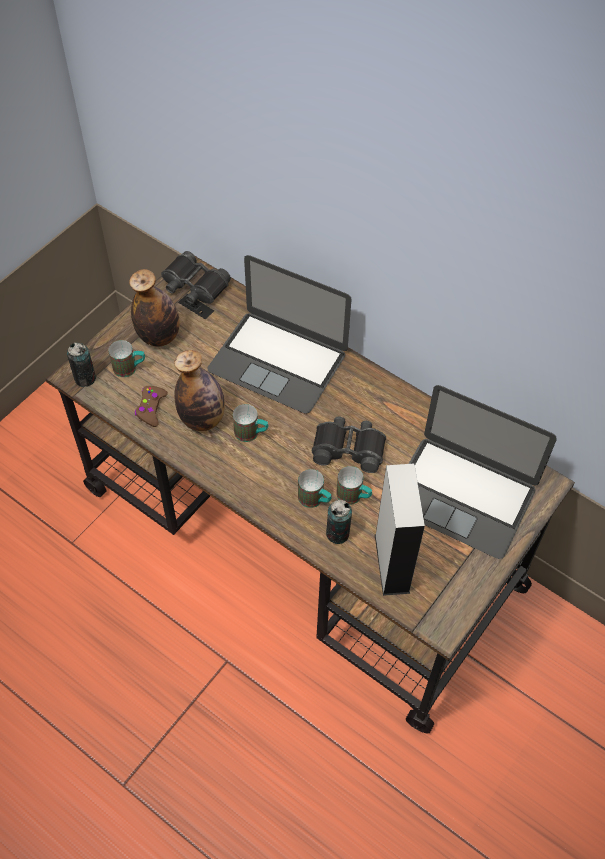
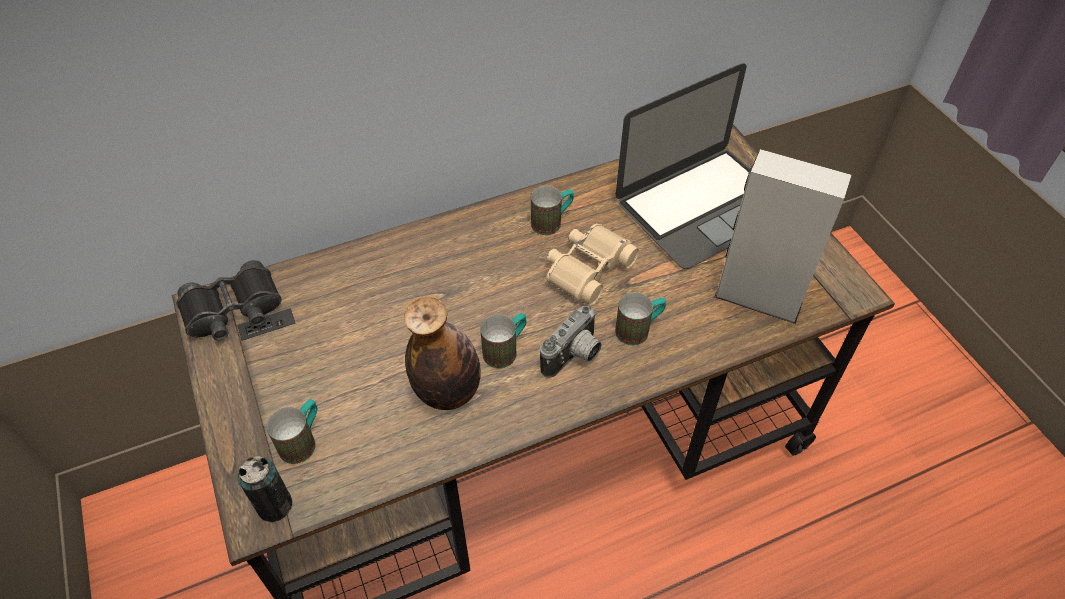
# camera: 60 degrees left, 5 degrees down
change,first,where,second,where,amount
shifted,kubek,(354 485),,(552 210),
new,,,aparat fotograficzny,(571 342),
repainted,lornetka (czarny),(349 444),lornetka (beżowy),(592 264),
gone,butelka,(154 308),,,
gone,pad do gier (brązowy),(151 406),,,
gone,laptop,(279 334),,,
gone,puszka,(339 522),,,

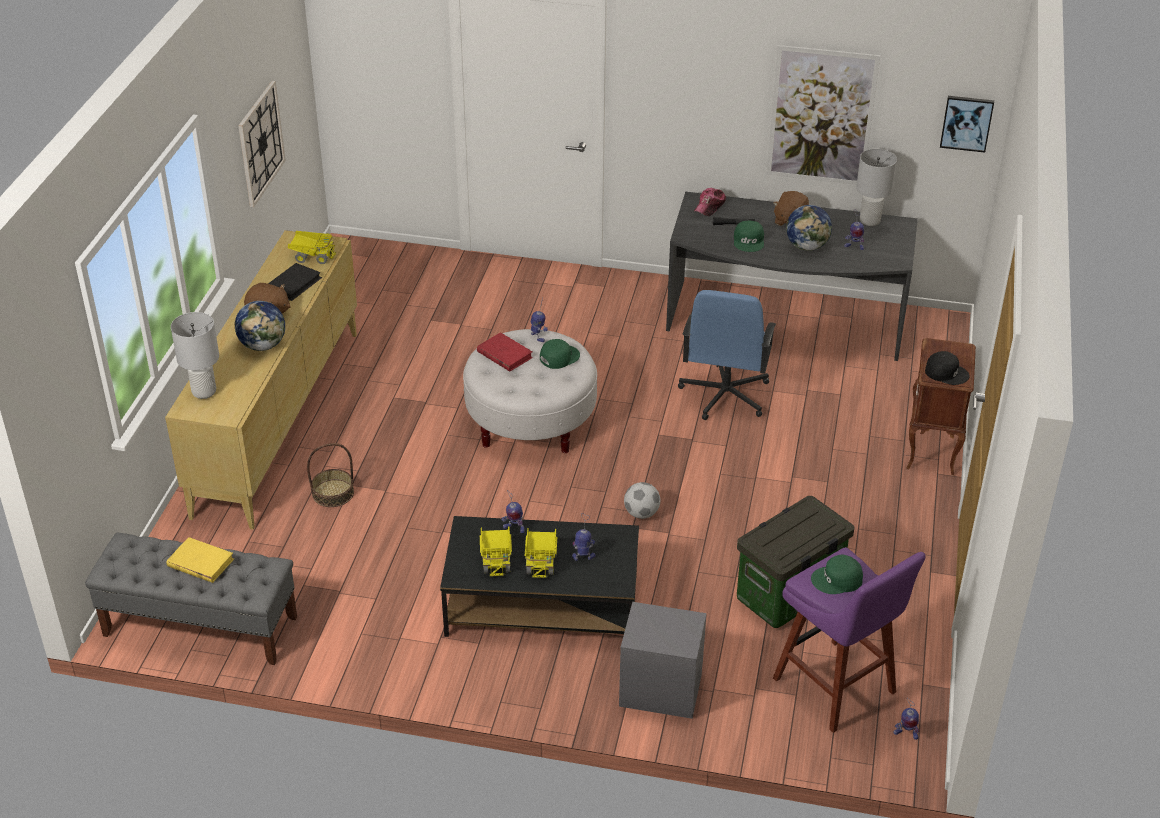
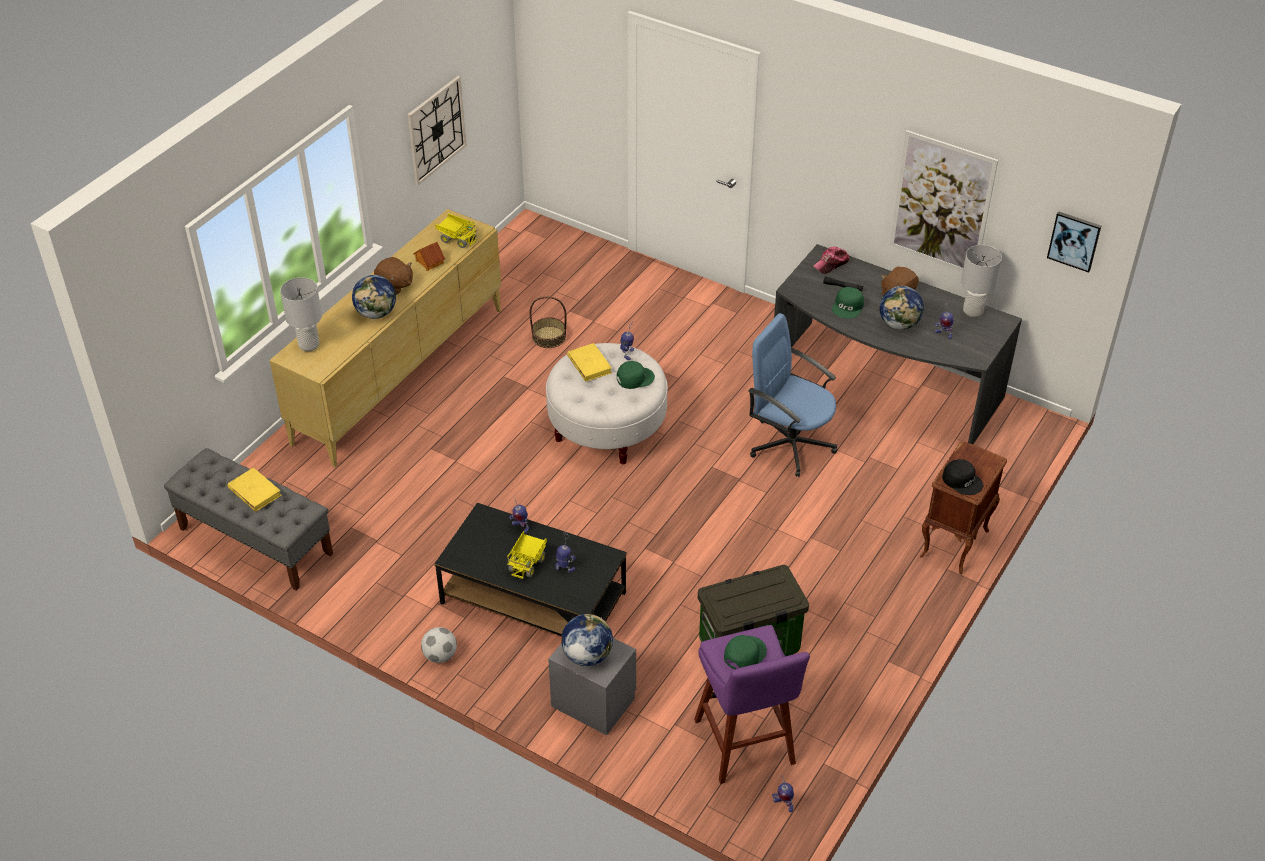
# camera: 20 degrees right, 5 degrees up
change,first,where,second,where,amount
swapped,książka (czarny),(295 282),domek,(429 256),
shifted,piłka futbolowa,(642 500),,(439 645),
shifted,koszyk,(330 475),,(548 322),
new,,,globus,(587 640),
repainted,książka (czerwony),(505 351),książka (żółty),(589 362),
rotated,czapka z daszkiem (zielony),(837 574),,(745 652),120 degrees clockwise
rotated,krzesło biurowe (niebieski),(727 355),,(793 395),90 degrees clockwise
gone,ciężarówka zabawkowa,(496 551),,,

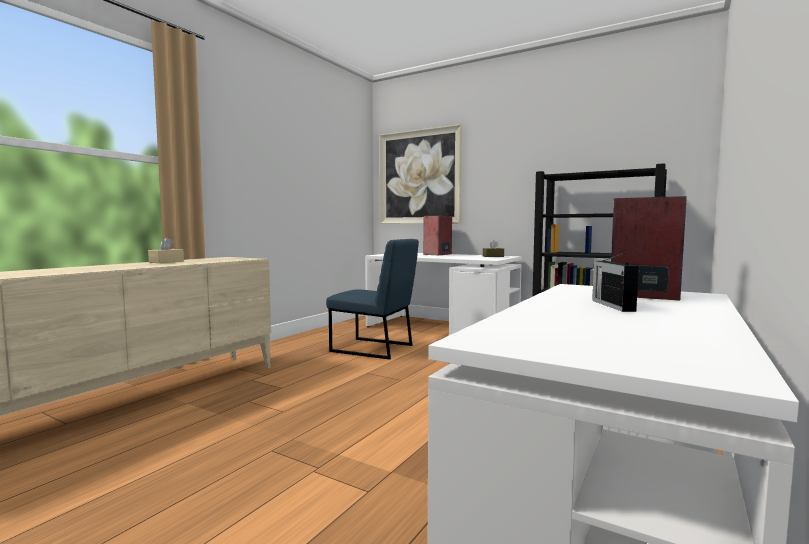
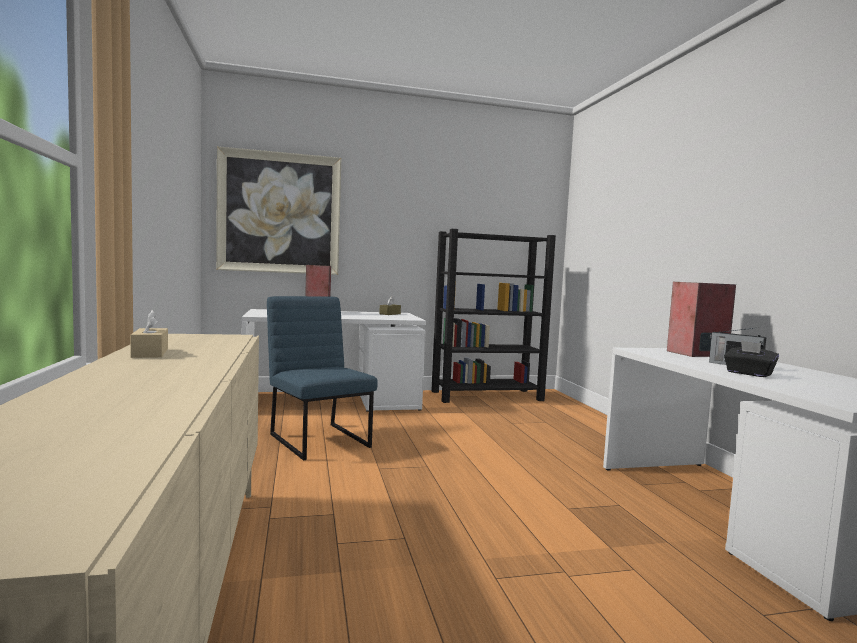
# camera: 45 degrees left, 0 degrees up
change,first,where,second,where,amount
rotated,krzesło (niebieski),(372 299),,(322 378),105 degrees counterclockwise
new,,,pudełko chusteczek (czarny),(751 358),

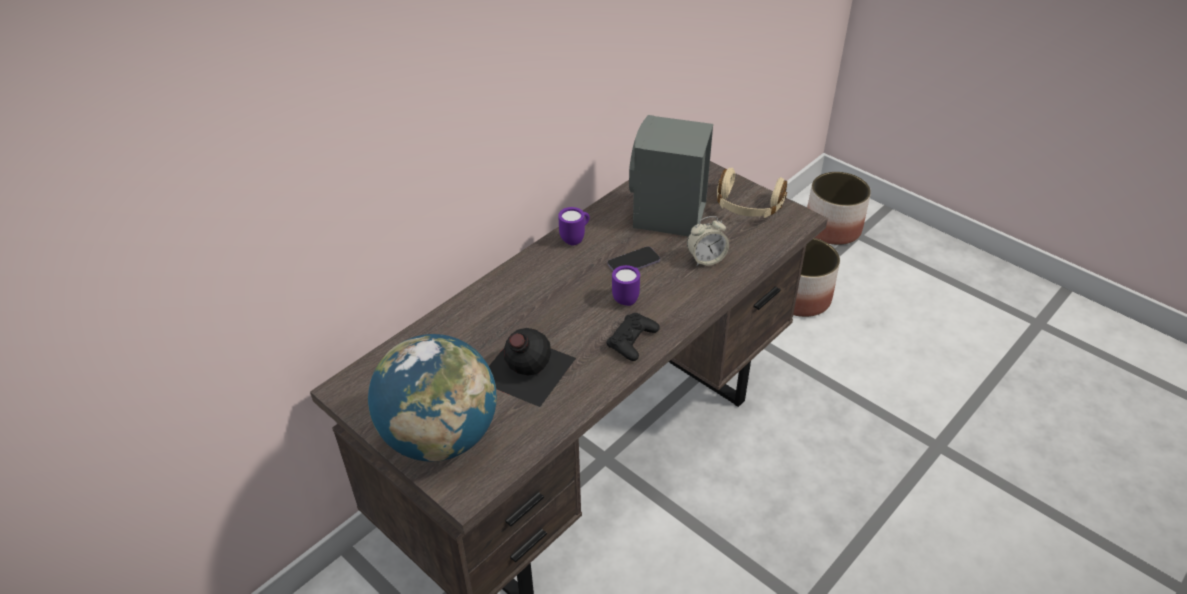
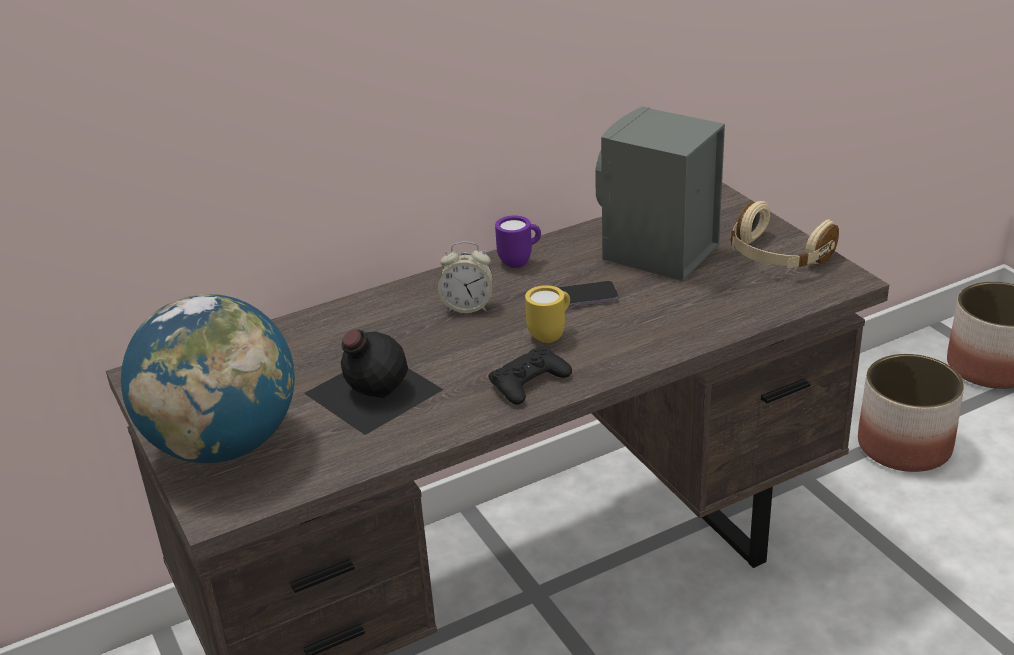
# camera: 20 degrees right, 10 degrees down
change,first,where,second,where,amount
shifted,budzik,(708 241),,(465 277),
repainted,kubek (fioletowy),(626 285),kubek (żółty),(547 314),

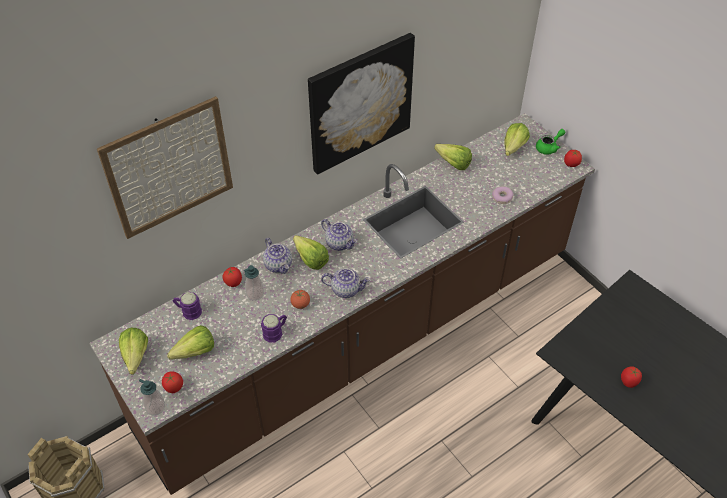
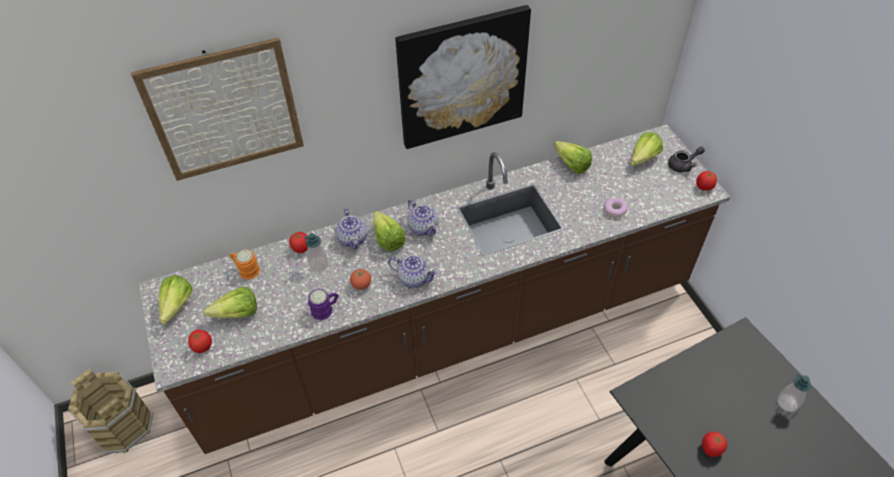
# camera: 15 degrees right, 0 degrees up
change,first,where,second,where,amount
repainted,kubek (fioletowy),(187 306),kubek (pomarańczowy),(245 264),
repainted,imbryk (zielony),(550 142),imbryk (szary),(686 159),
shifted,dozownik mydła,(152 397),,(794 392),

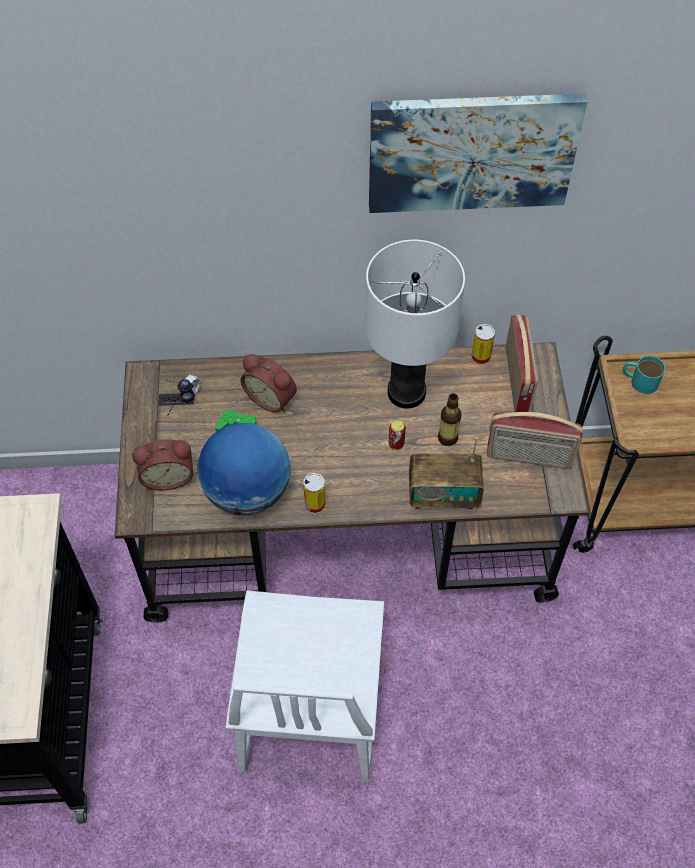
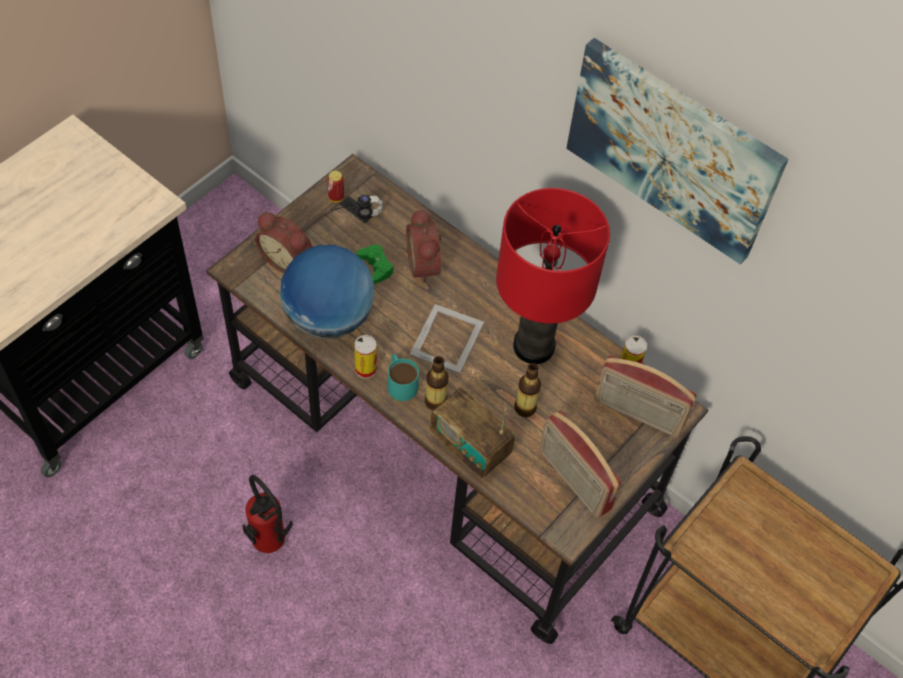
# camera: 40 degrees right, 0 degrees up
change,first,where,second,where,amount
swapped,krzesło (biały),(305 686),gaśnica,(267 514),
shifted,puszka,(397 435),,(335 186),
shifted,kubek (turkusowy),(644 375),,(403 377),
new,,,ramka na zdjęcie,(447 339),
new,,,butelka,(437 383),
repainted,lampa stołowa (biały),(415 324),lampa stołowa (czerwony),(553 276),
rotated,radio,(521 363),,(645 396),75 degrees clockwise

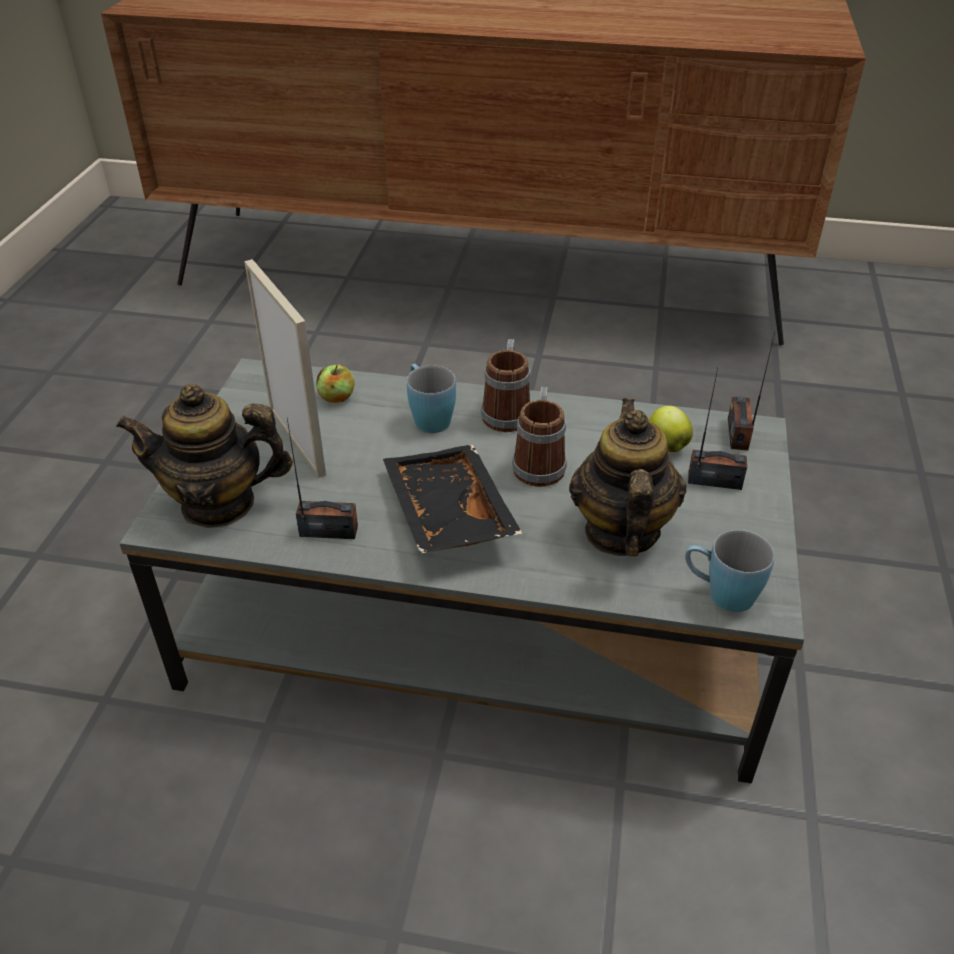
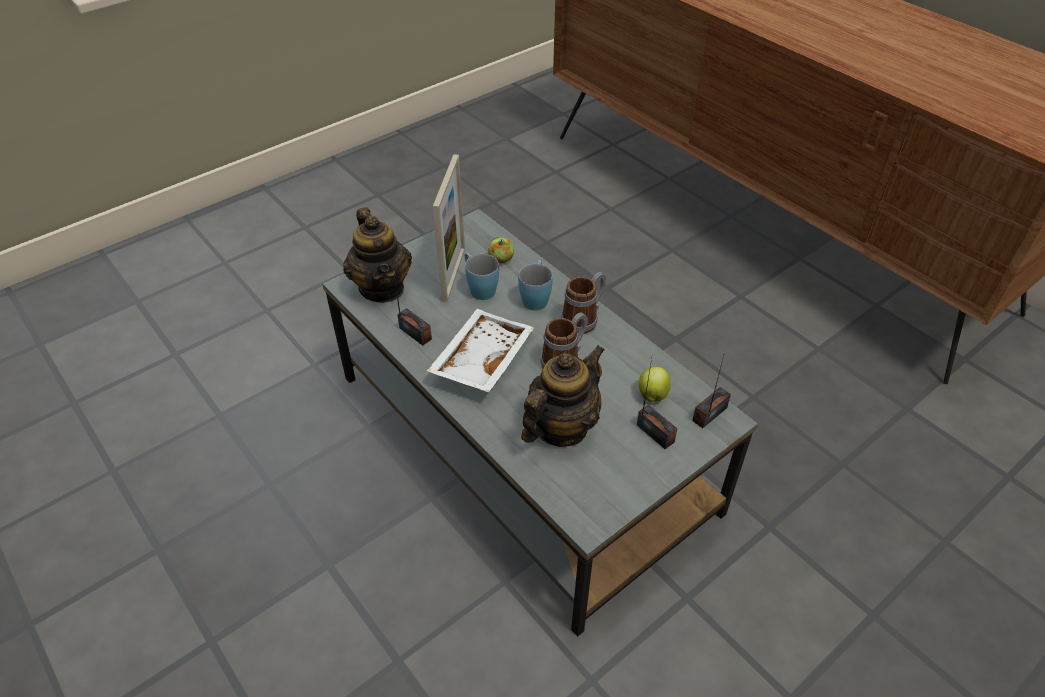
# camera: 40 degrees right, 5 degrees up
change,first,where,second,where,amount
rotated,imbryk,(204 456),,(377 255),150 degrees counterclockwise
repainted,taca (czarny),(453 499),taca (biały),(480 351),
shifted,kubek (niebieski),(729 571),,(482 276),

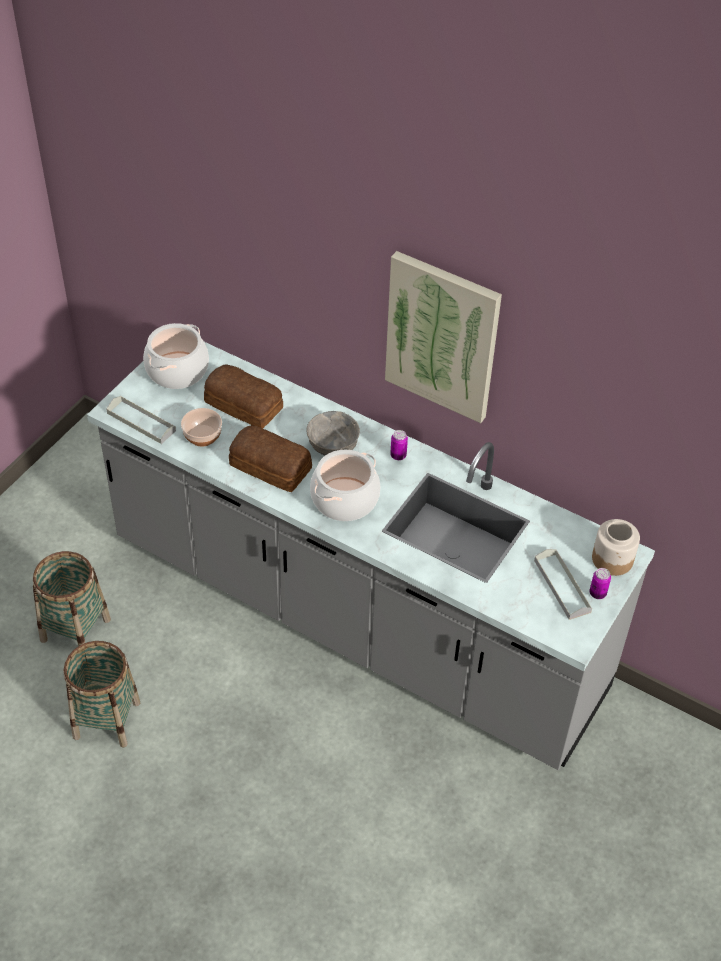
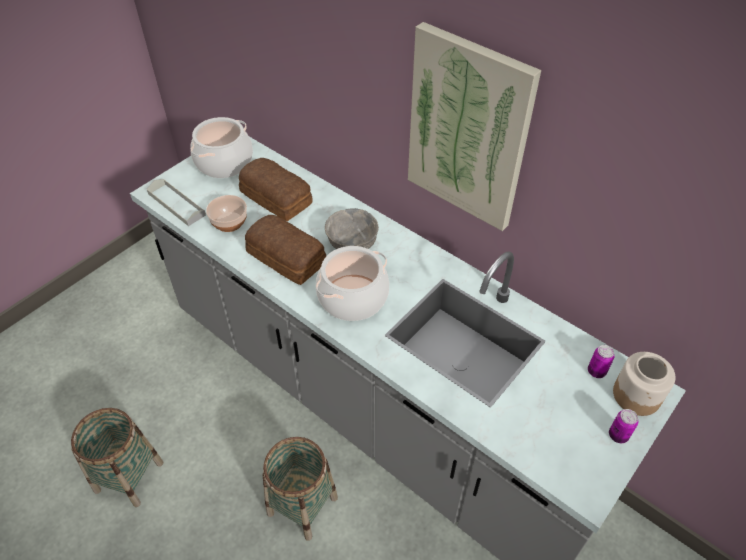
# camera: 10 degrees right, 0 degrees up
change,first,where,second,where,amount
shifted,koszyk,(72 598),,(300 489),
shifted,puszka,(399 445),,(601 361),
gone,taca (szary),(563 584),,,

